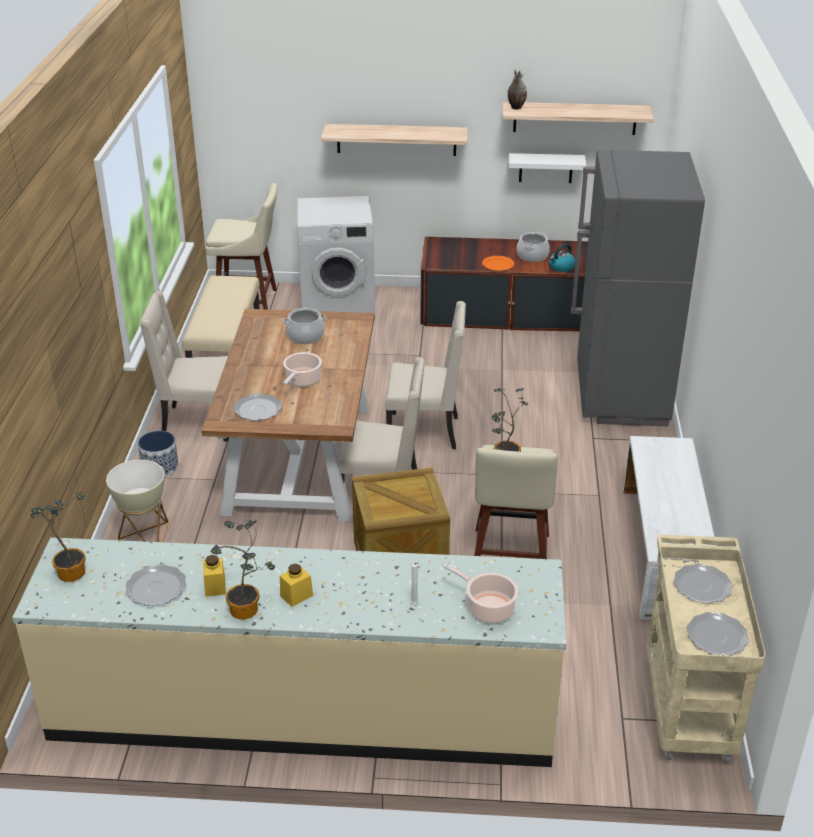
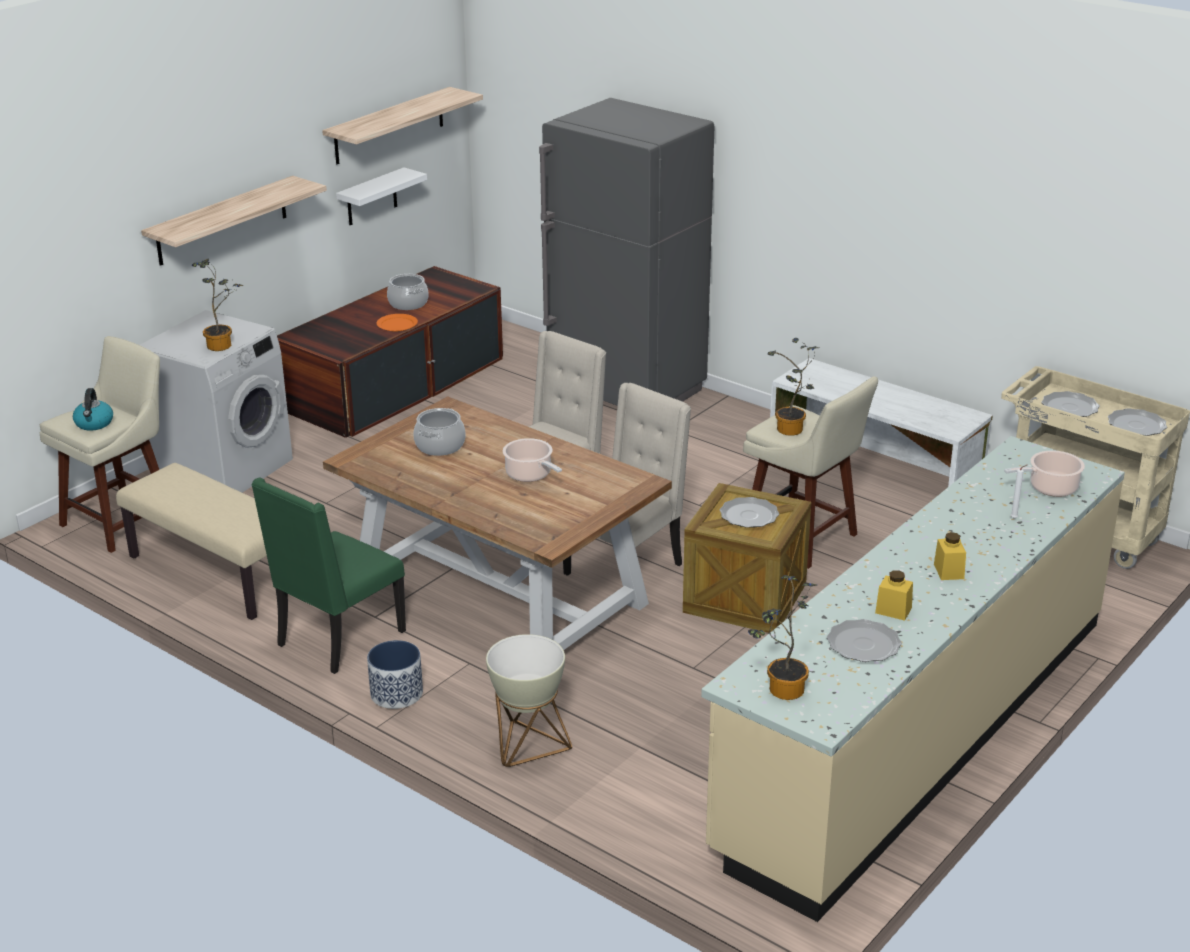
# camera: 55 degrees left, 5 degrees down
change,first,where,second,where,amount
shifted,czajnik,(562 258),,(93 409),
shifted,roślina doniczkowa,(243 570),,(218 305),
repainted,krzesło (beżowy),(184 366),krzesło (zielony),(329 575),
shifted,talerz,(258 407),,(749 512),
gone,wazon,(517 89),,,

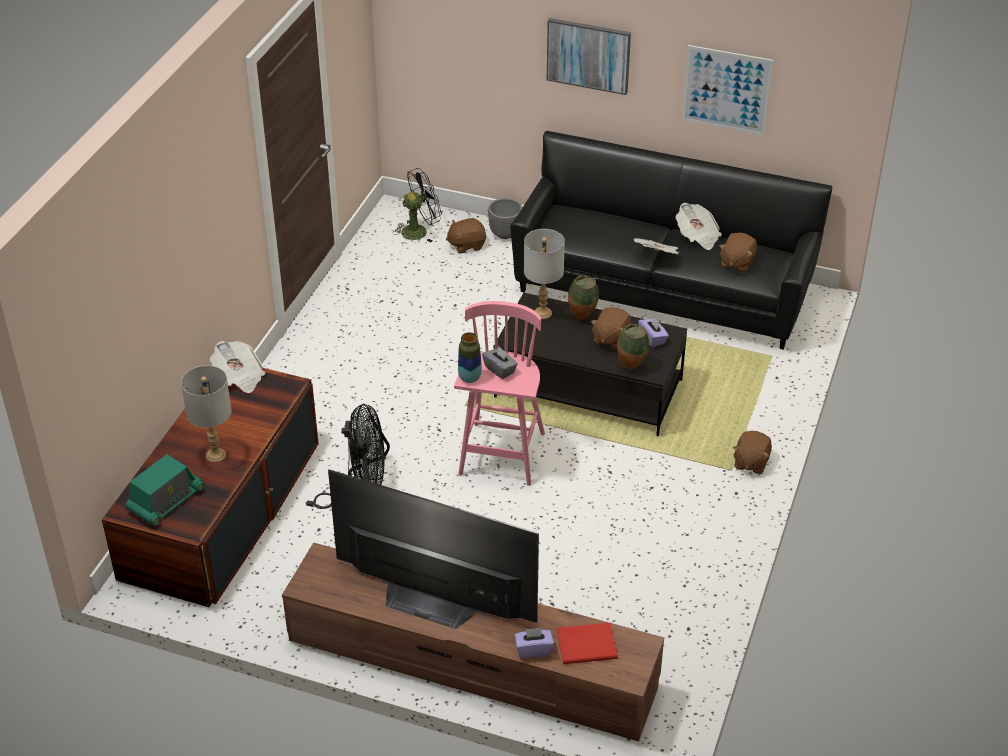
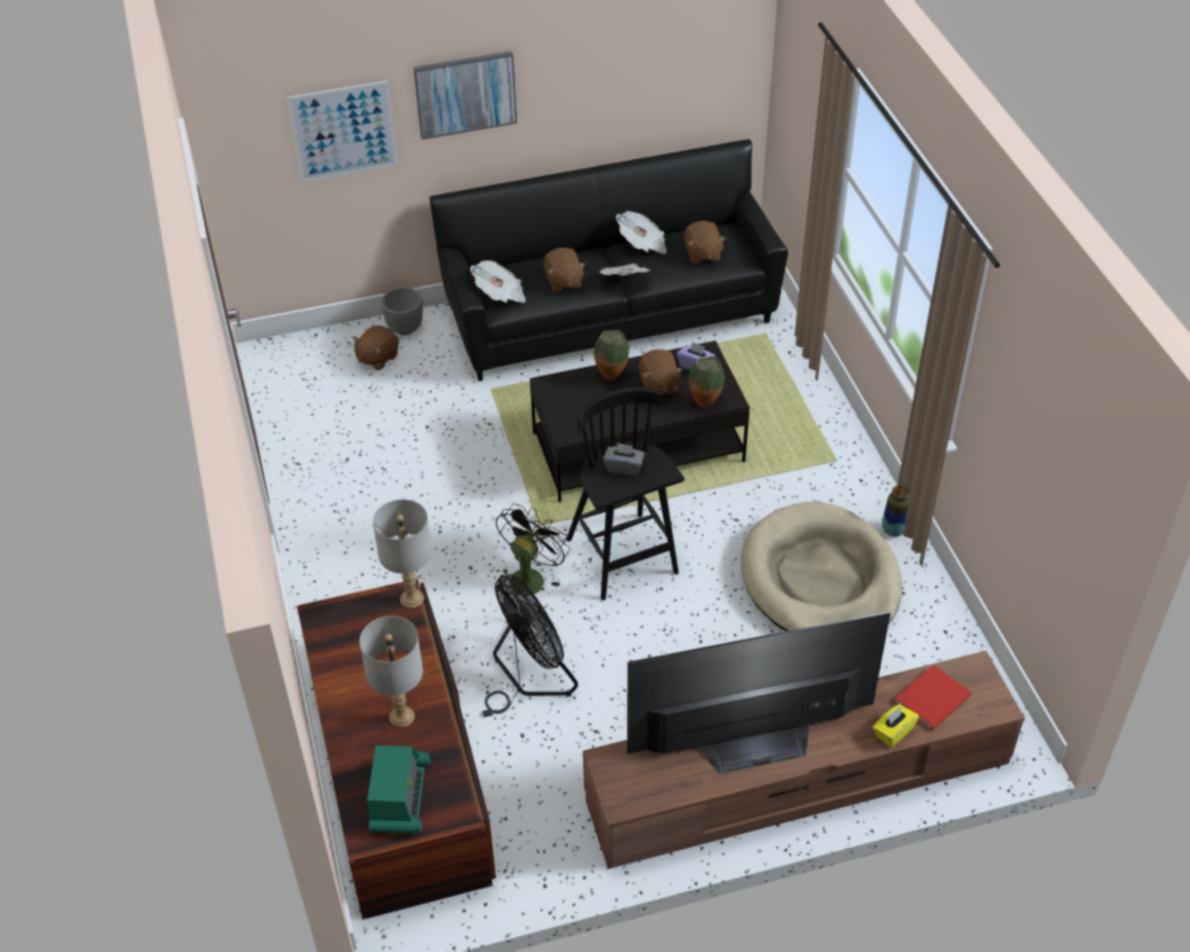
# camera: 35 degrees left, 5 degrees up
change,first,where,second,where,amount
shifted,obraz,(727 90),,(342 131),
shifted,lampa stołowa (szary),(544 274),,(402 553),
shifted,gazeta,(237 367),,(498 282),
shifted,wentylator (czarny),(417 205),,(533 550),
shifted,pluszak (brązowy),(752 452),,(565 270),
repainted,stołek (różowy),(499 393),stołek (czarny),(625 493),
new,,,legowisko (beżowy),(821 566),
repainted,pudełko chusteczek (fioletowy),(534 643),pudełko chusteczek (żółty),(896 725),
shifted,wazon,(470 357),,(896 511),

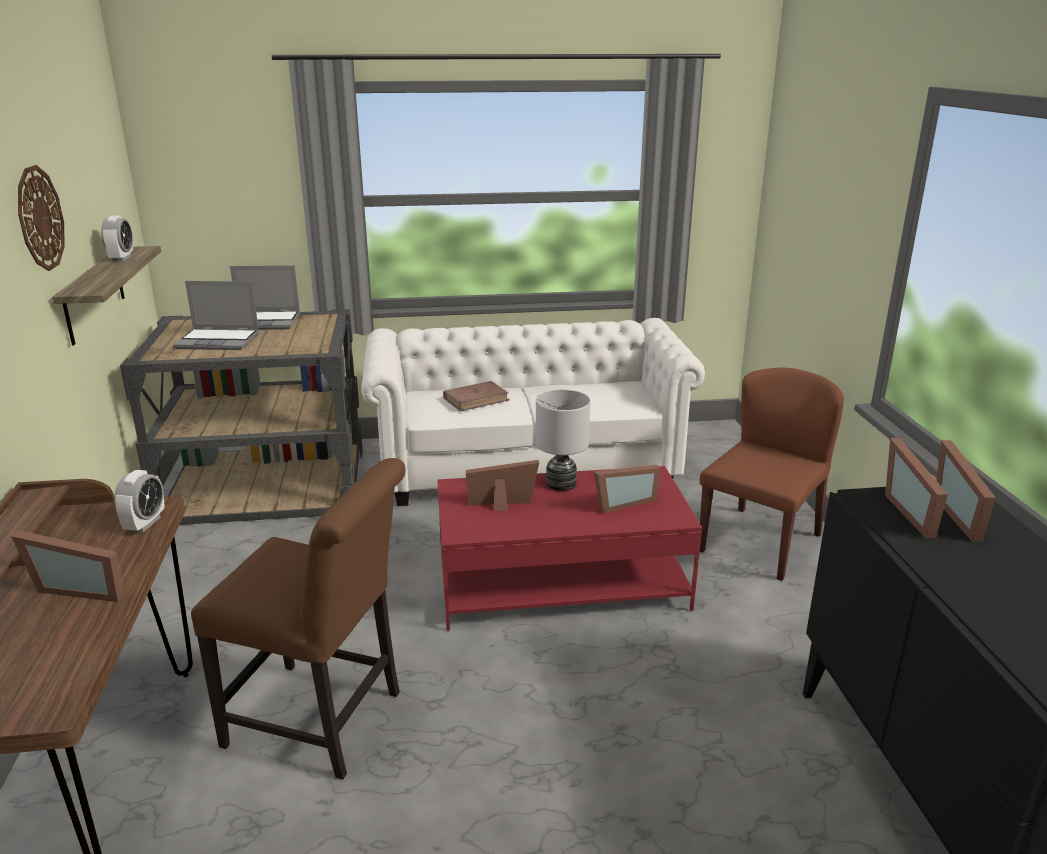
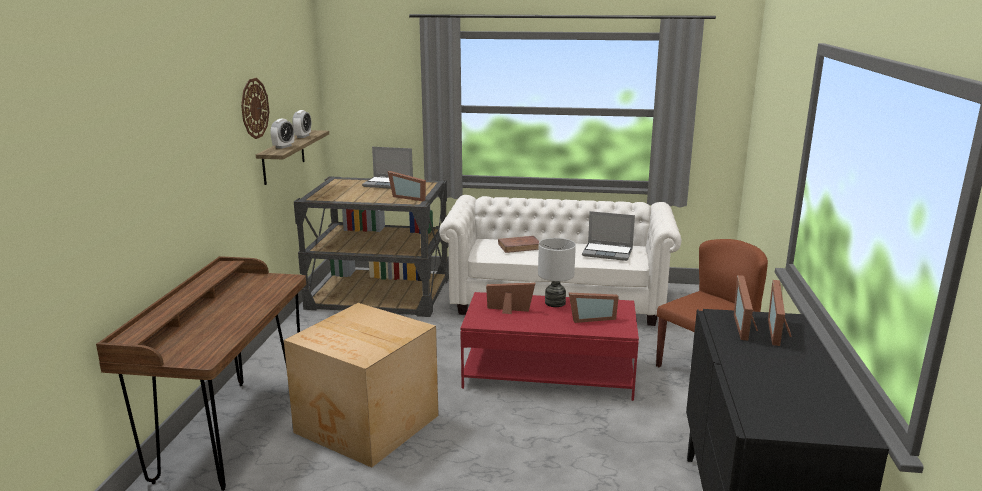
# camera: 15 degrees right, 5 degrees down
change,first,where,second,where,amount
shifted,budzik,(139 501),,(282 134),
swapped,krzesło (brązowy),(298 619),karton,(361 385),
shifted,ramka na zdjęcie,(67 566),,(407 186),
shifted,laptop,(216 315),,(608 236),

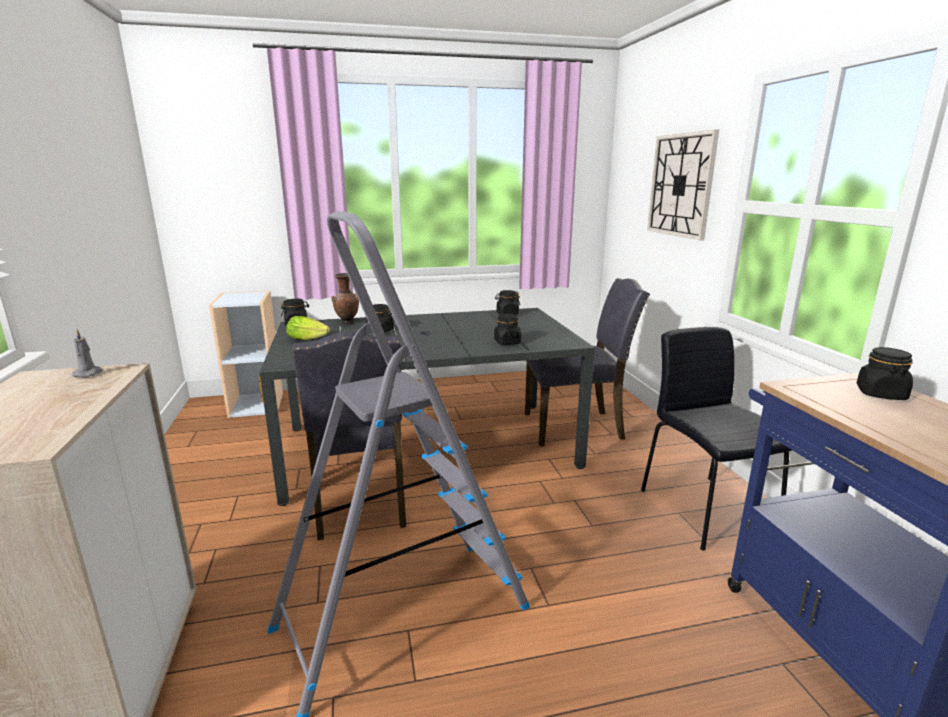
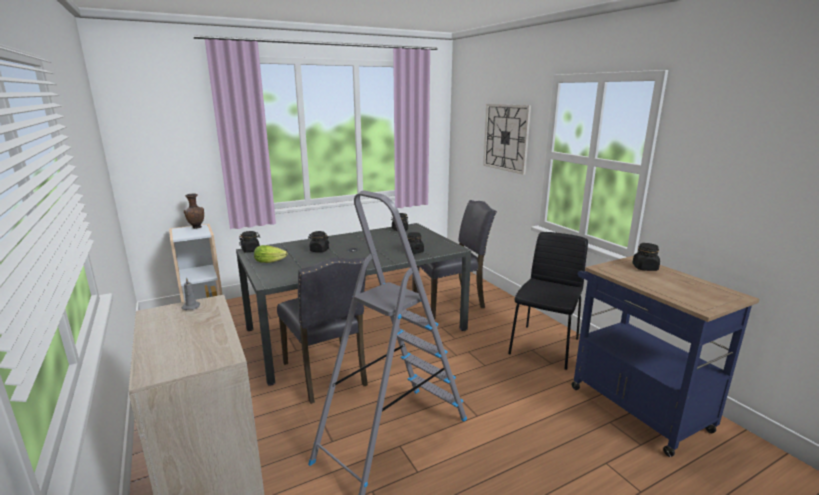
# camera: 15 degrees left, 0 degrees up
change,first,where,second,where,amount
shifted,wazon (brązowy),(345 298),,(194 211),
rotated,krzesło (czarny),(717 439),,(548 301),60 degrees clockwise

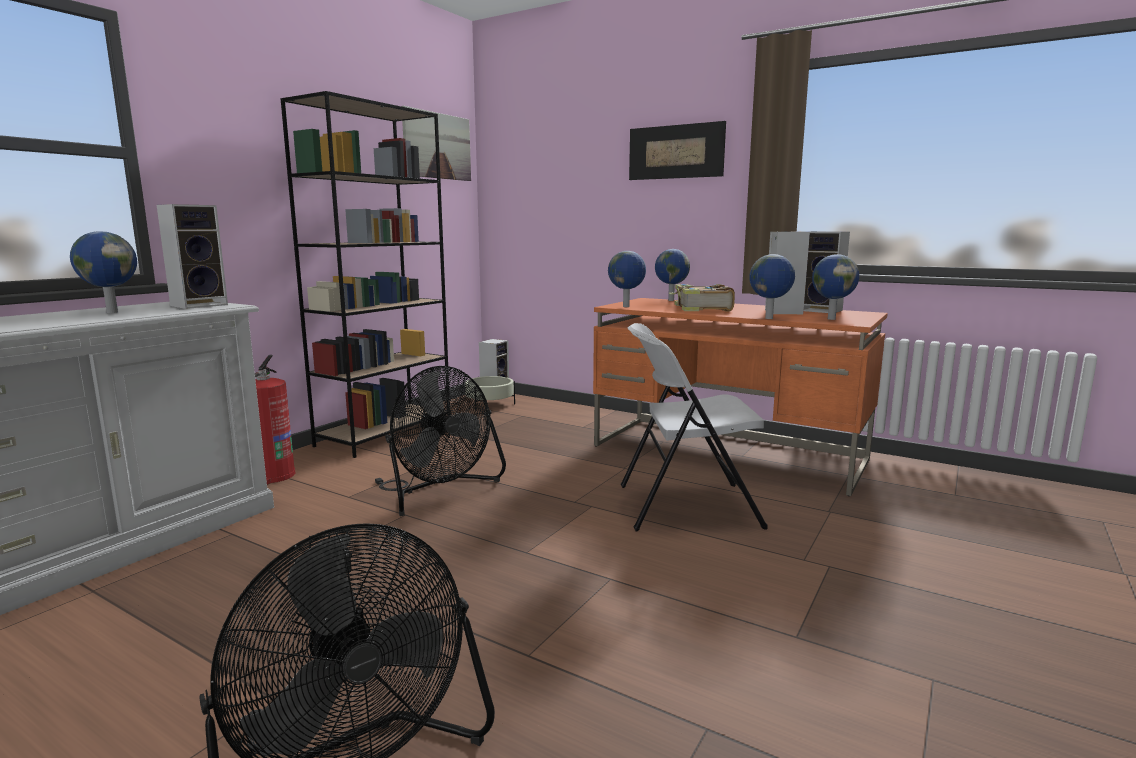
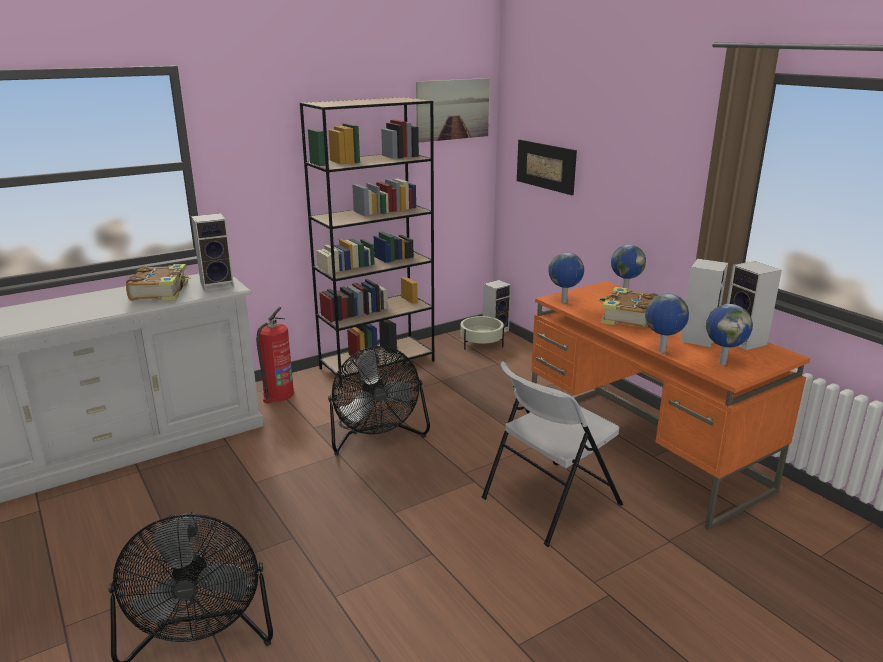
# camera: 25 degrees right, 10 degrees up
change,first,where,second,where,amount
swapped,globus,(103 272),książka,(158 282),
rotated,krzesło (biały),(694 427),,(552 454),60 degrees counterclockwise
shifted,obraz,(677 150),,(547 167),

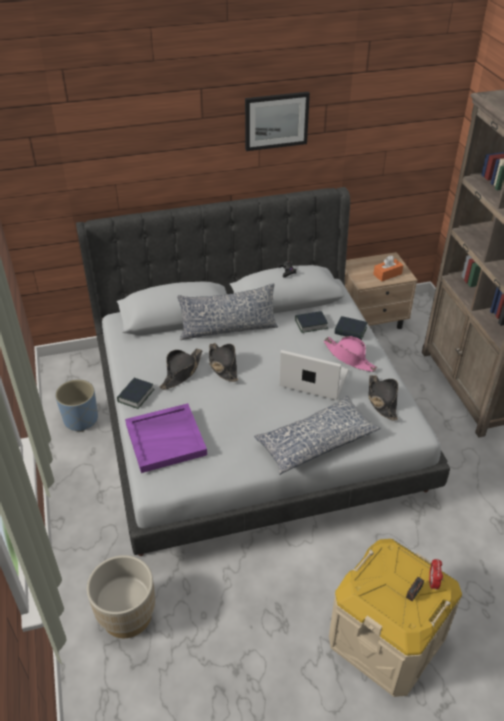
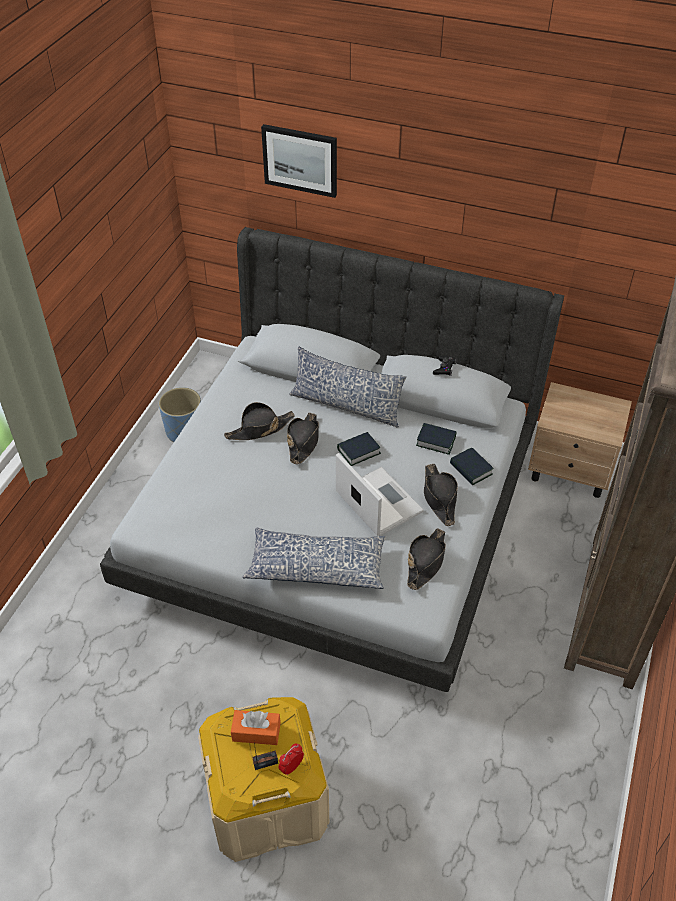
# camera: 35 degrees right, 5 degrees up
change,first,where,second,where,amount
shifted,pudełko chusteczek (pomarańczowy),(388 268),,(255 727),
shifted,obraz,(277 121),,(299 161),
shifted,książka,(136 393),,(359 449),
repainted,kapelusz (różowy),(350 354),kapelusz (czarny),(441 495),
gone,donica (beżowy),(121 596),,,
gone,taca (fioletowy),(166 438),,,

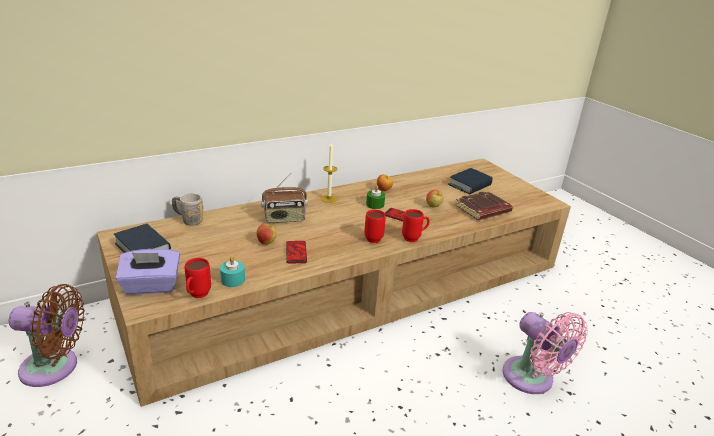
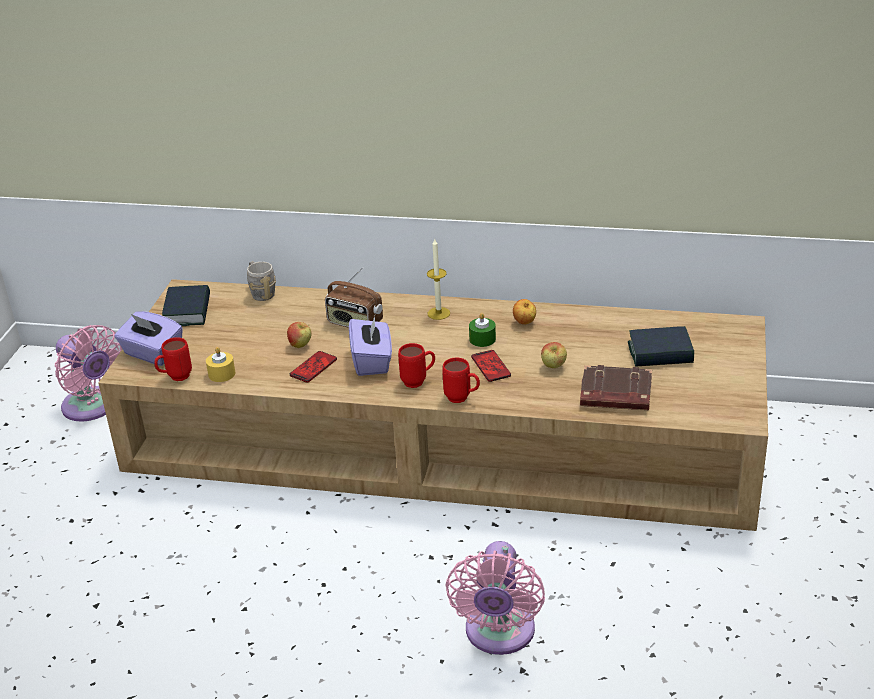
# camera: 45 degrees right, 5 degrees up
change,first,where,second,where,amount
repainted,wentylator (brązowy),(46 335),wentylator (różowy),(88 373),
repainted,świeca (turkusowy),(232 271),świeca (żółty),(220 364),
new,,,pudełko chusteczek (fioletowy),(370 346),

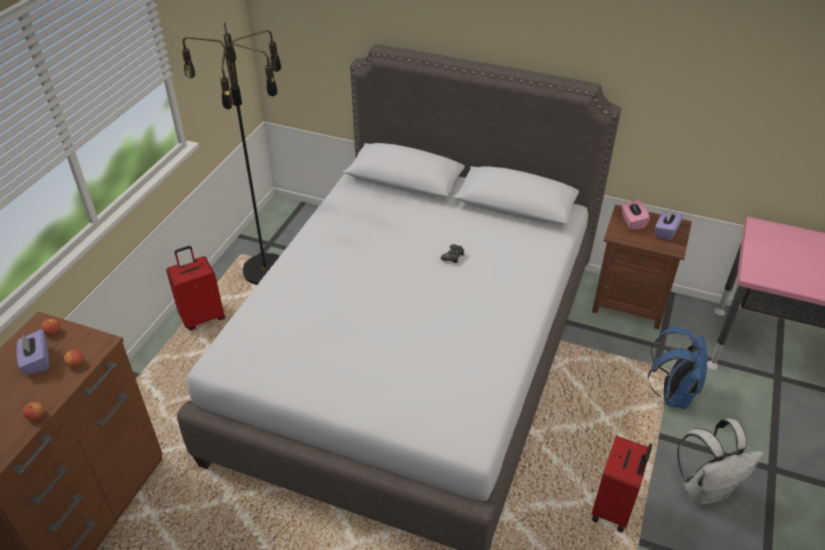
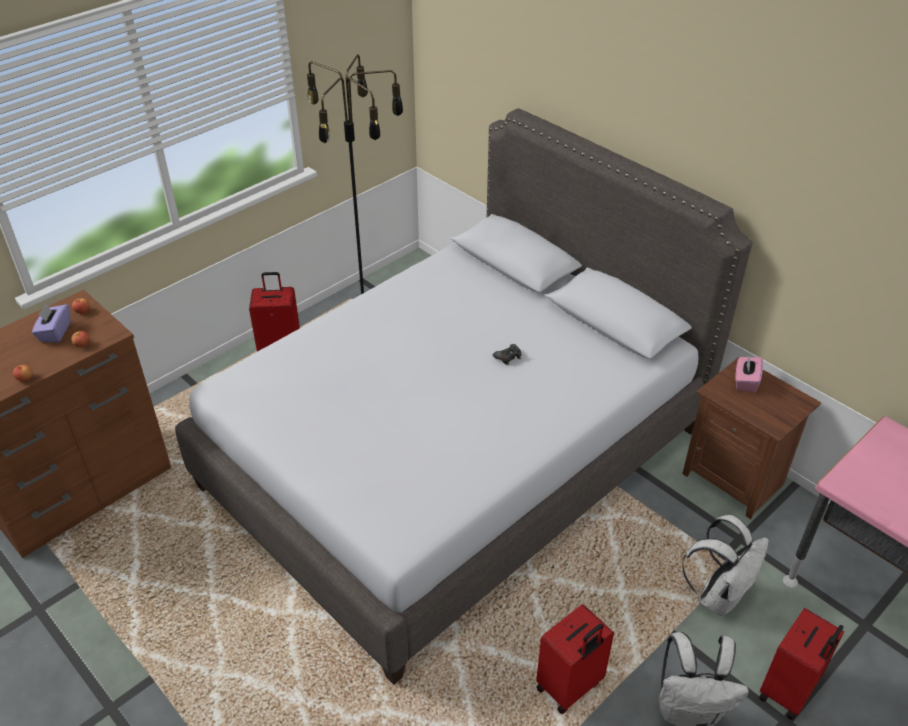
# camera: 25 degrees right, 0 degrees up
change,first,where,second,where,amount
repainted,plecak (niebieski),(677 368),plecak (biały),(725 565),
new,,,walizka (czerwony),(801 664),
gone,pudełko chusteczek (fioletowy),(669 224),,,

